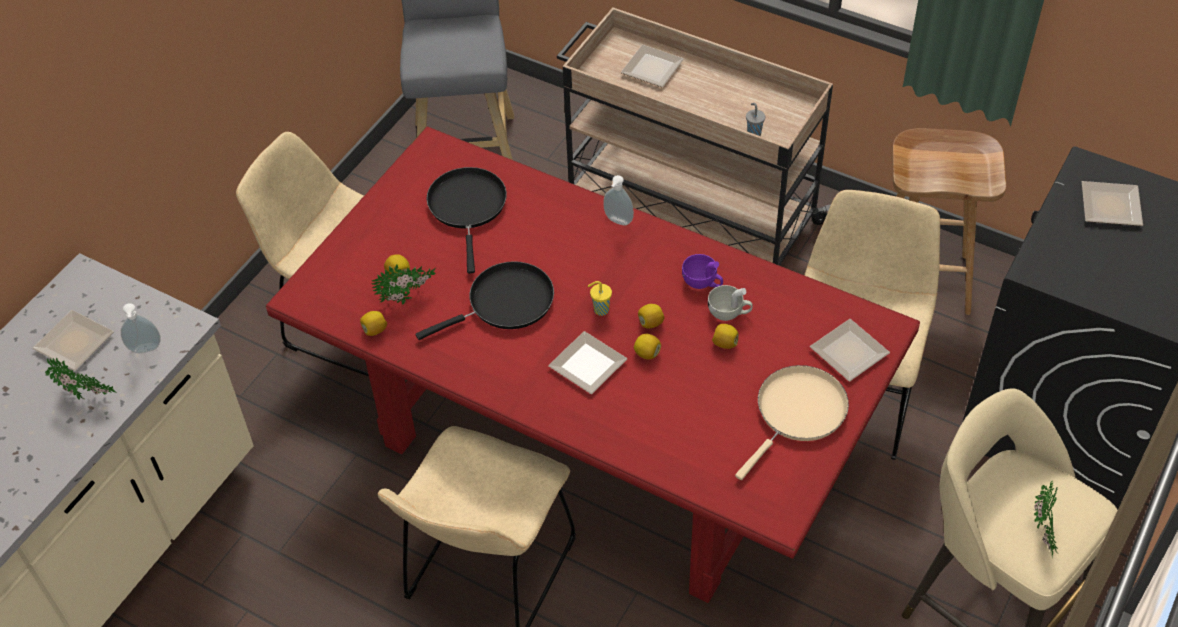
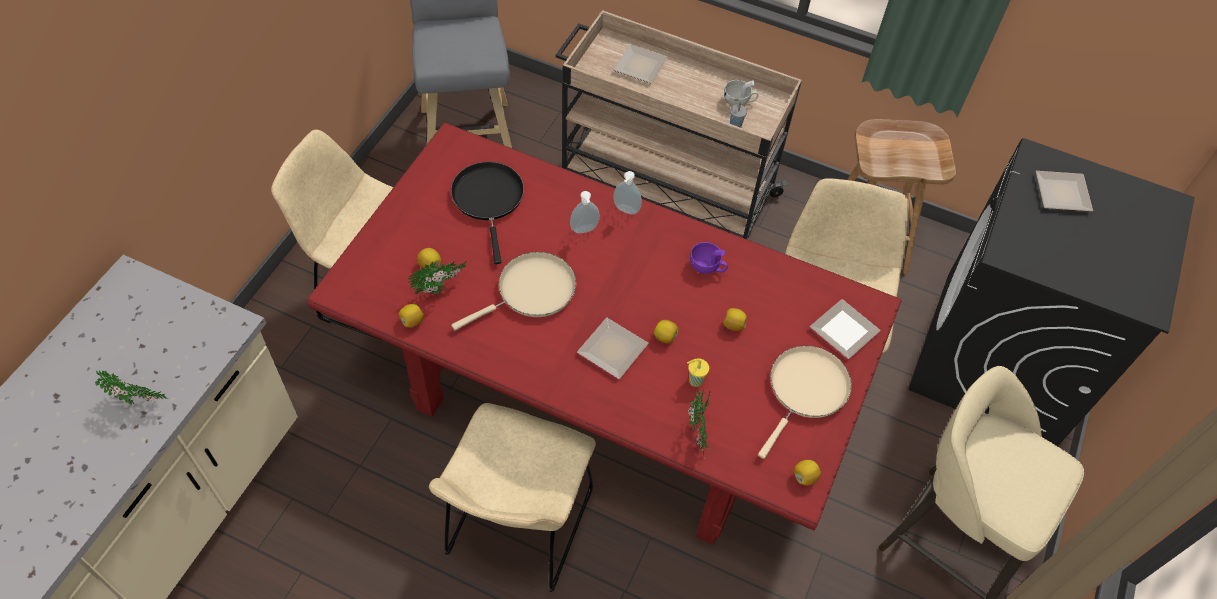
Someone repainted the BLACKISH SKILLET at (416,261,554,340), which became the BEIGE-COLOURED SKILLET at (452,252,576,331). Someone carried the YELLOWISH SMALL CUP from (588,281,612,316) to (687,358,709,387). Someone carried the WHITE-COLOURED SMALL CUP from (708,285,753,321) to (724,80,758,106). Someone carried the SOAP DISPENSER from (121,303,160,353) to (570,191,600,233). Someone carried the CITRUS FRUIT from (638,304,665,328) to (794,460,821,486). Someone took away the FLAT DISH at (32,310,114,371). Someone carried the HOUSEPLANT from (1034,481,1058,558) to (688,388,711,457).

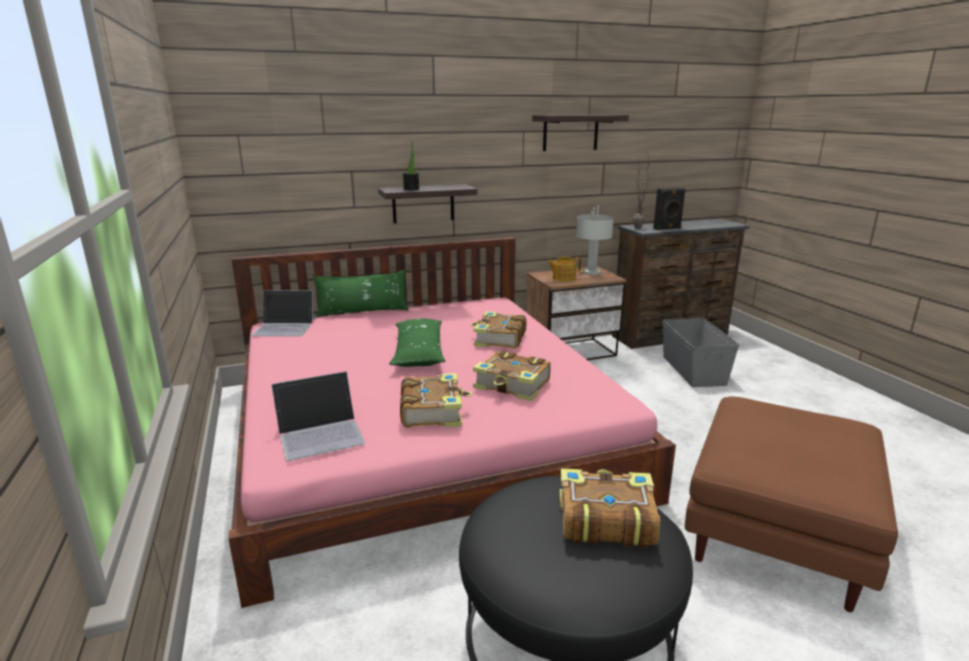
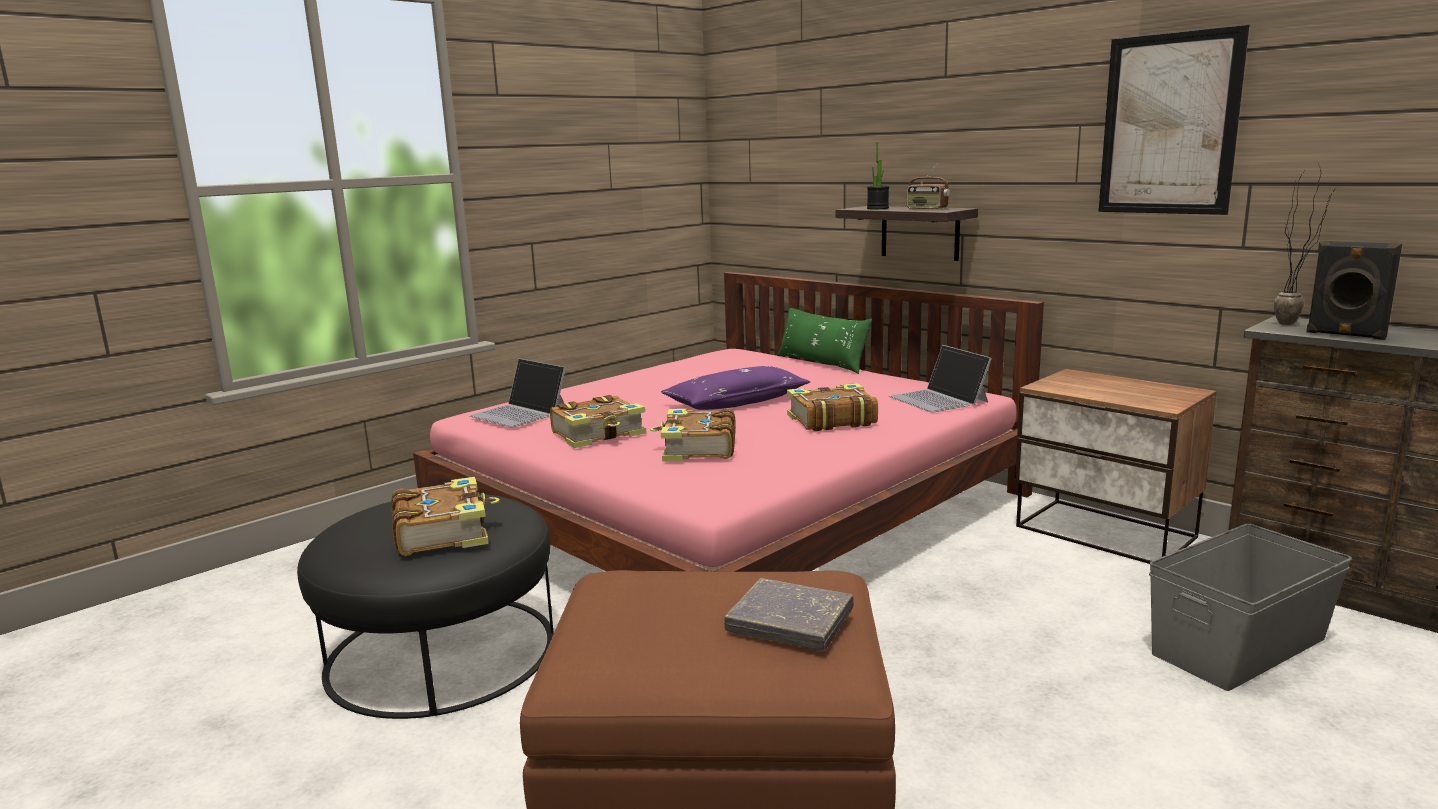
Someone swapped the BRACKET SHELF at (532,115,629,151) for the WALL ART at (1098,24,1250,215). Someone took away the GRAY TABLETOP LAMP at (576,205,614,275). Someone took away the TEAPOT at (547,257,581,282). Someone carried the LAPTOP from (251,290,315,336) to (889,345,992,412). Someone repainted the GREEN-COLOURED THROW PILLOW at (389,319,446,367), which became the PURPLE-COLOURED THROW PILLOW at (661,366,810,410). Someone put down the RADIO at (907,164,950,210). Someone put down the GRAY BOOK at (724,578,854,651).

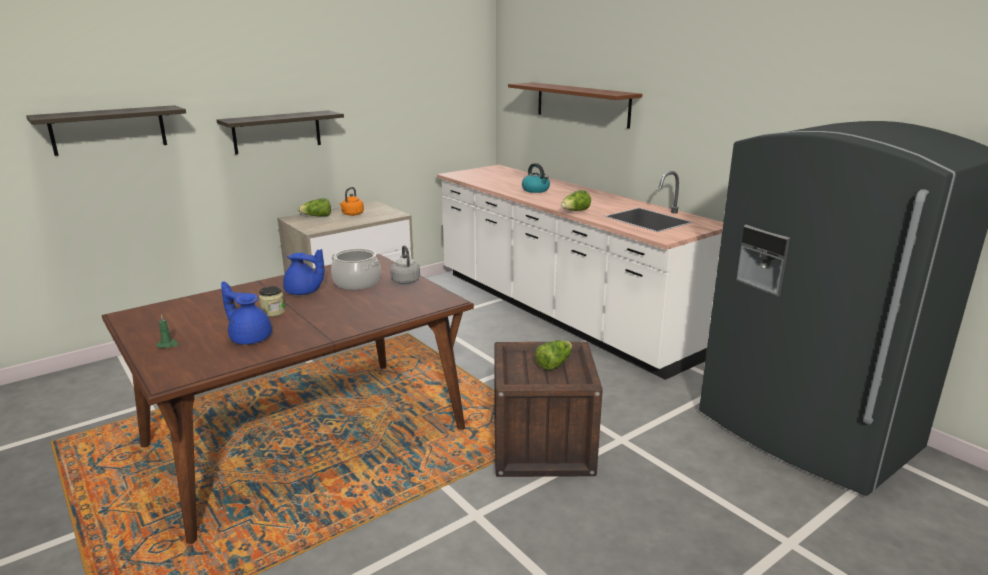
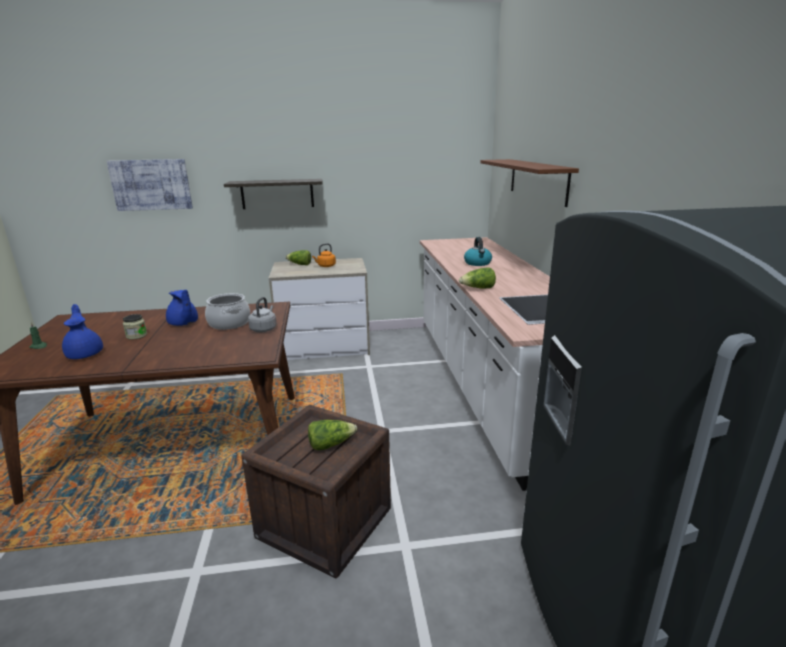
Someone swapped the BRACKET SHELF at (26,105,186,156) for the WALL ART at (106,159,193,211).

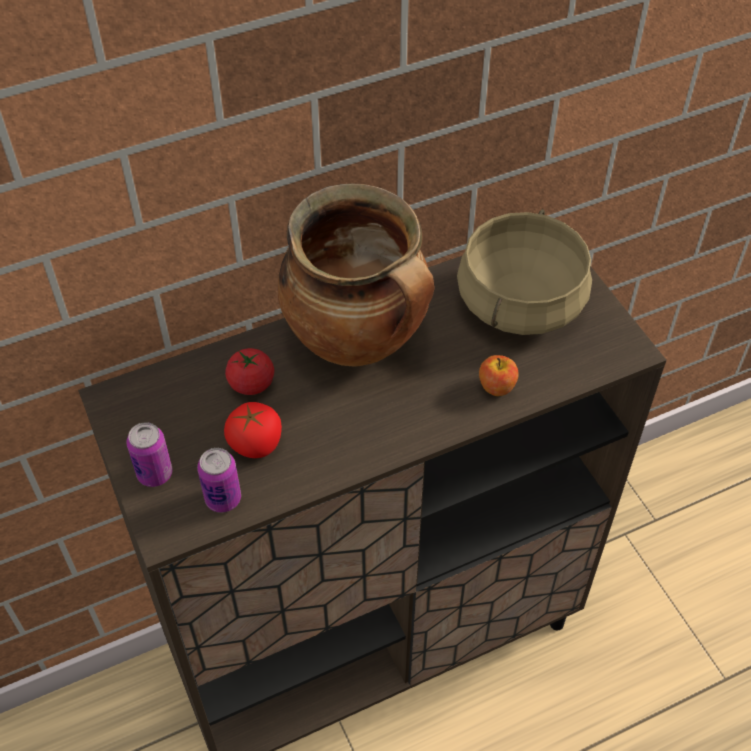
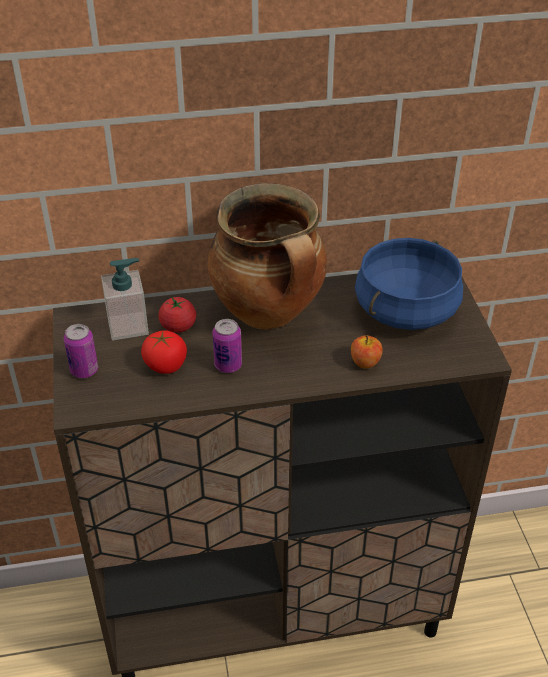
Someone repainted the BEIGE-COLOURED SAUCEPOT at (457,209,592,335), which became the BLUISH SAUCEPOT at (355,238,463,330). Someone carried the CAN from (197,448,241,513) to (213,319,242,373). Someone put down the SOAP DISPENSER at (101,258,149,341).

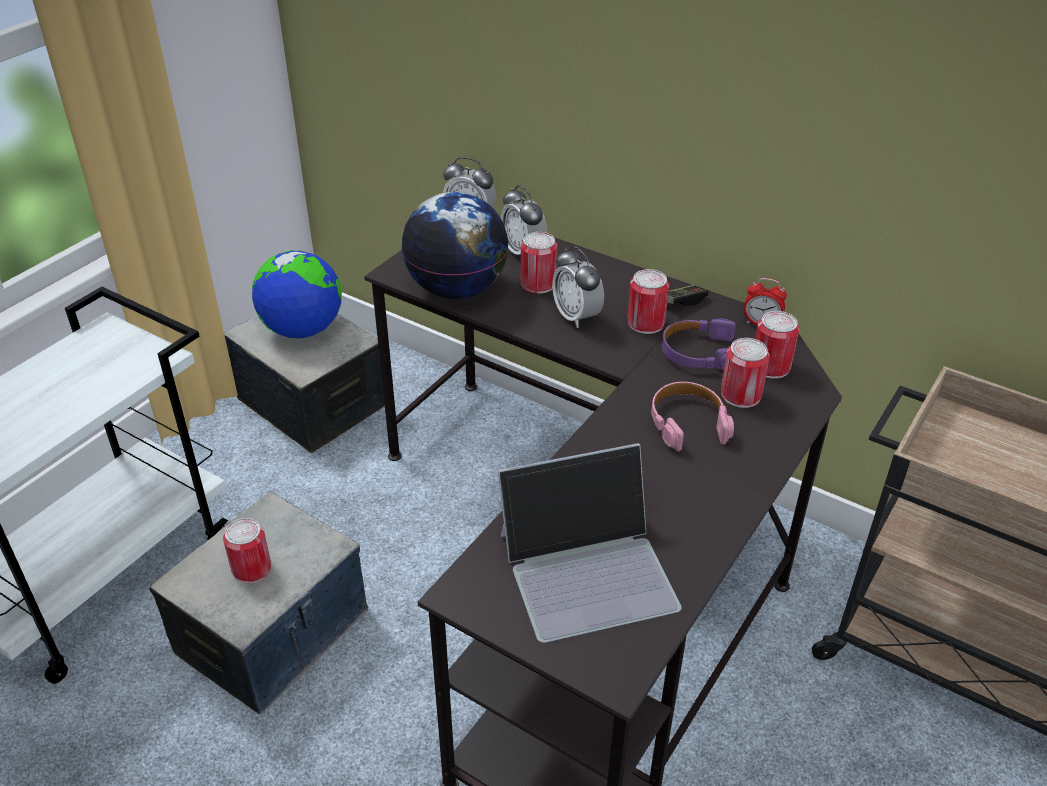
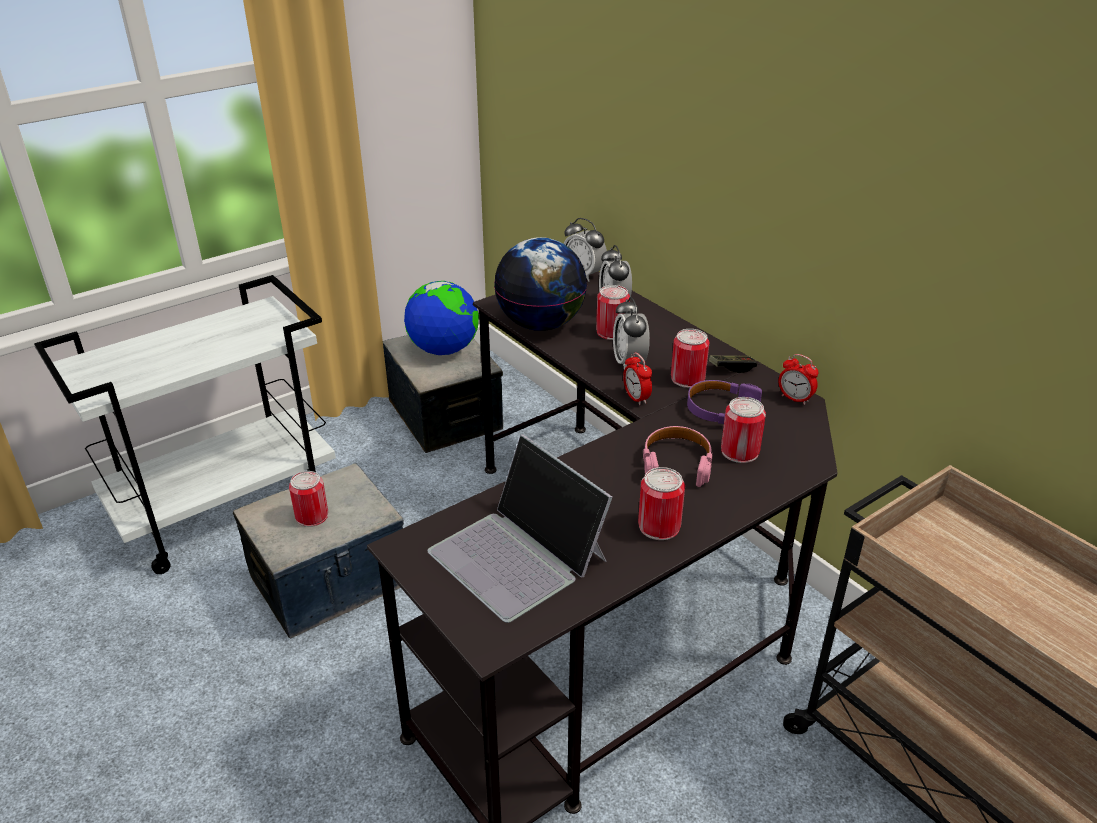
Someone carried the CAN from (755,311,799,379) to (638,467,685,540). Someone rotated the LAPTOP at (498,443,682,643) by 45 degrees clockwise. Someone put down the BEDSIDE CLOCK at (623,352,652,405).

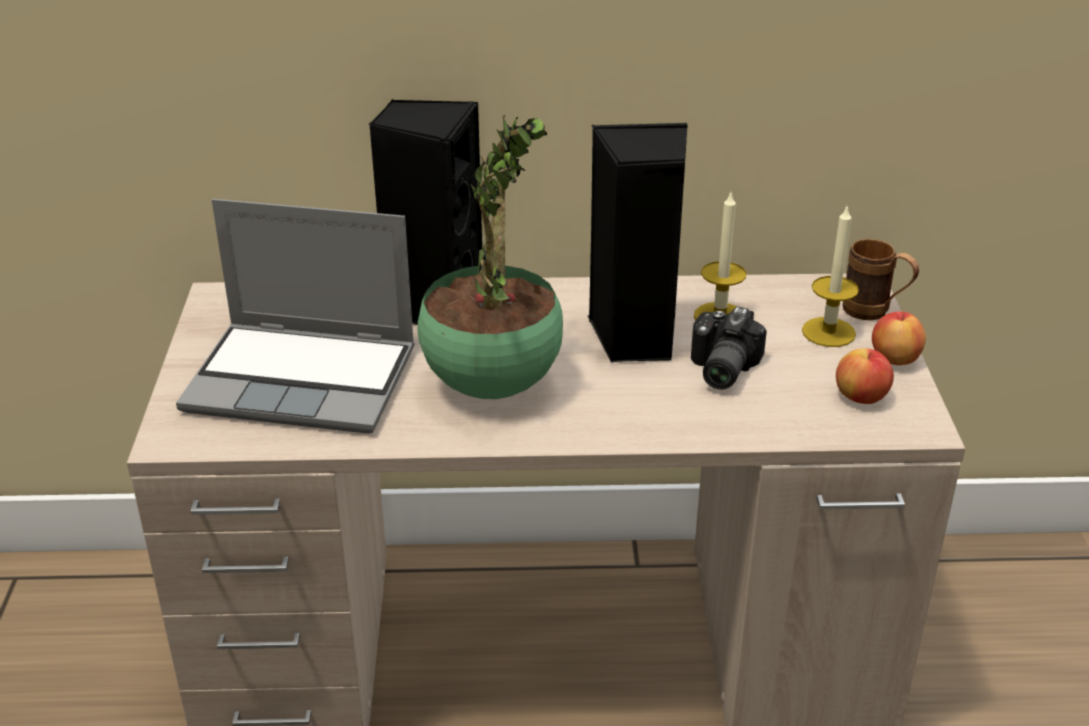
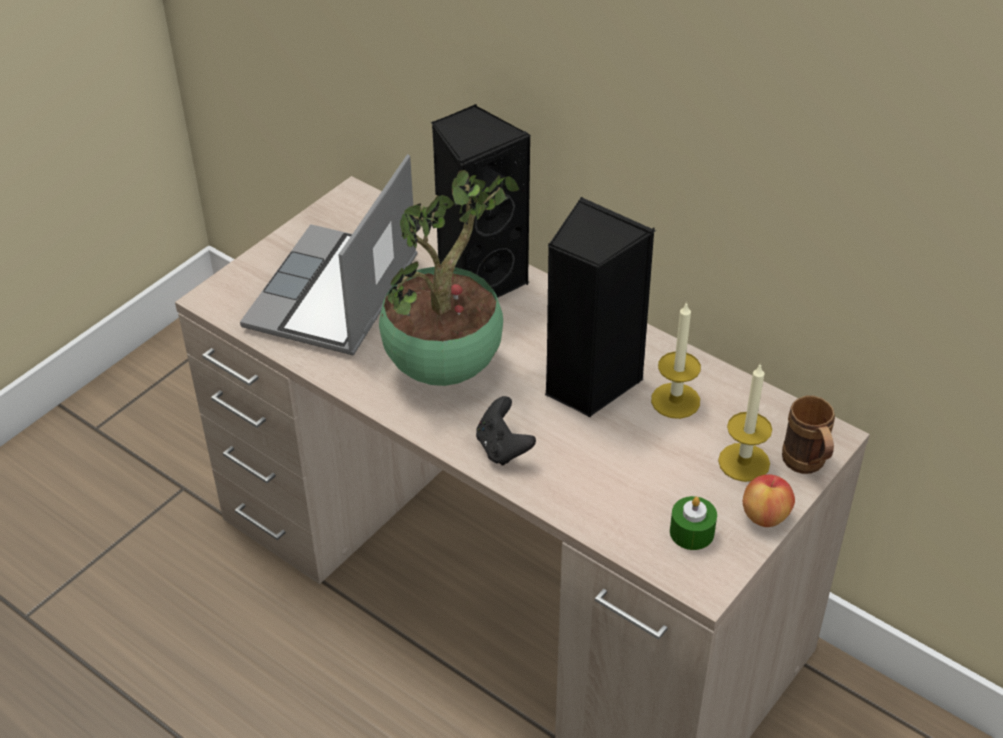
Someone rotated the LAPTOP at (176,199,415,434) by 60 degrees clockwise. Someone took away the STILL CAMERA at (691,307,767,390). Someone swapped the WHOLE APPLE at (836,349,894,404) for the GREEN-COLOURED WAX CANDLE at (670,496,717,550). Someone put down the BLACKISH GAME CONTROLLER at (476,396,536,466).

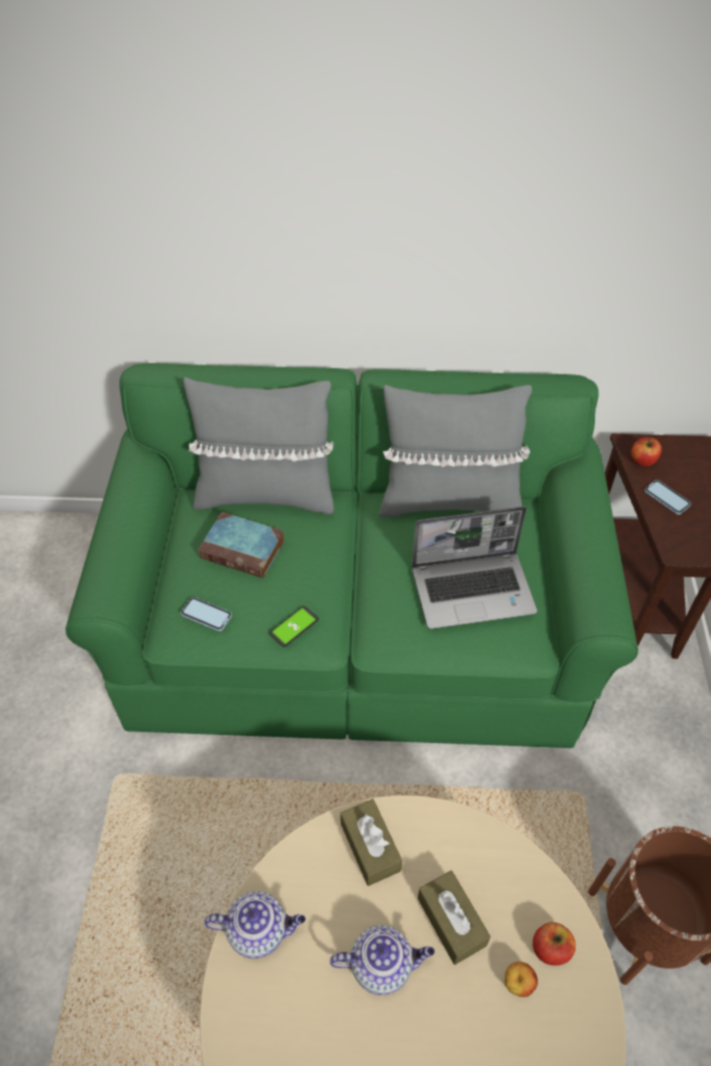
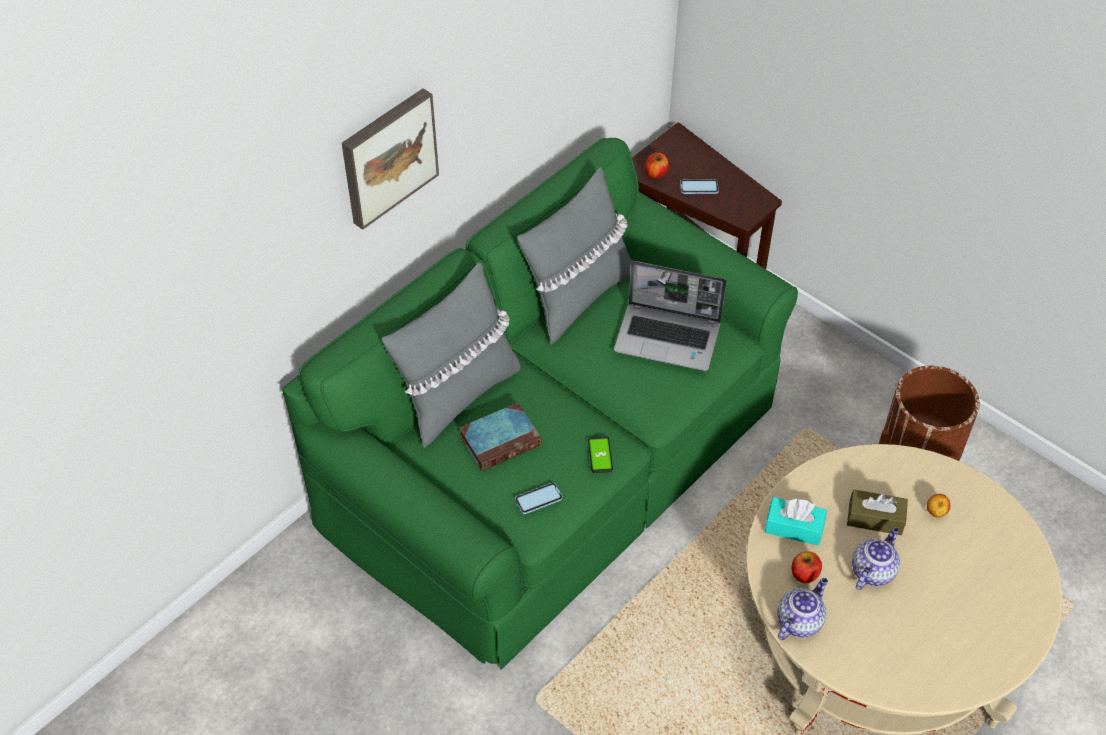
Someone rotated the LAPTOP at (412,506,537,629) by 75 degrees clockwise. Someone repainted the BROWNISH BOX OF TISSUES at (340,799,402,886), which became the TURQUOISE BOX OF TISSUES at (765,497,827,546). Someone carried the WHOLE APPLE from (533,922,576,966) to (792,551,822,583). Someone put up the WALL ART at (342,88,439,230).

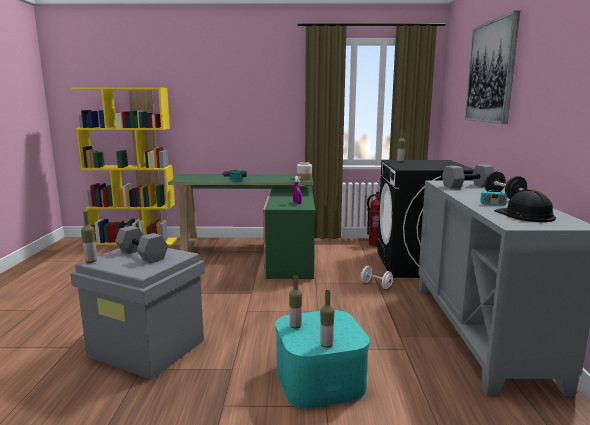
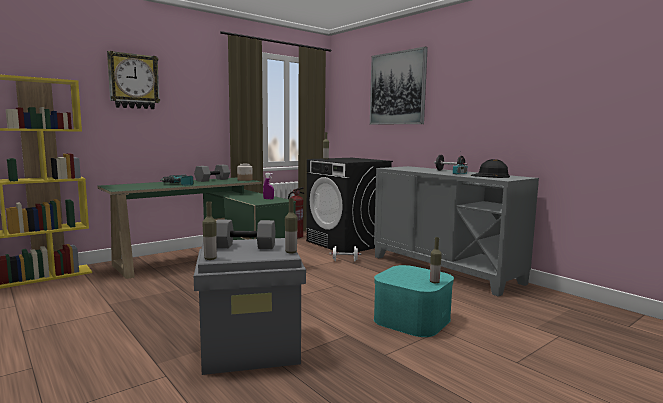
Someone carried the GRAY DUMBBELL from (442,165,495,189) to (194,165,230,182). Someone carried the DRINK BOTTLE from (289,275,302,328) to (285,198,298,254). Someone put up the CLOCK ON THE WALL at (107,51,160,109).

